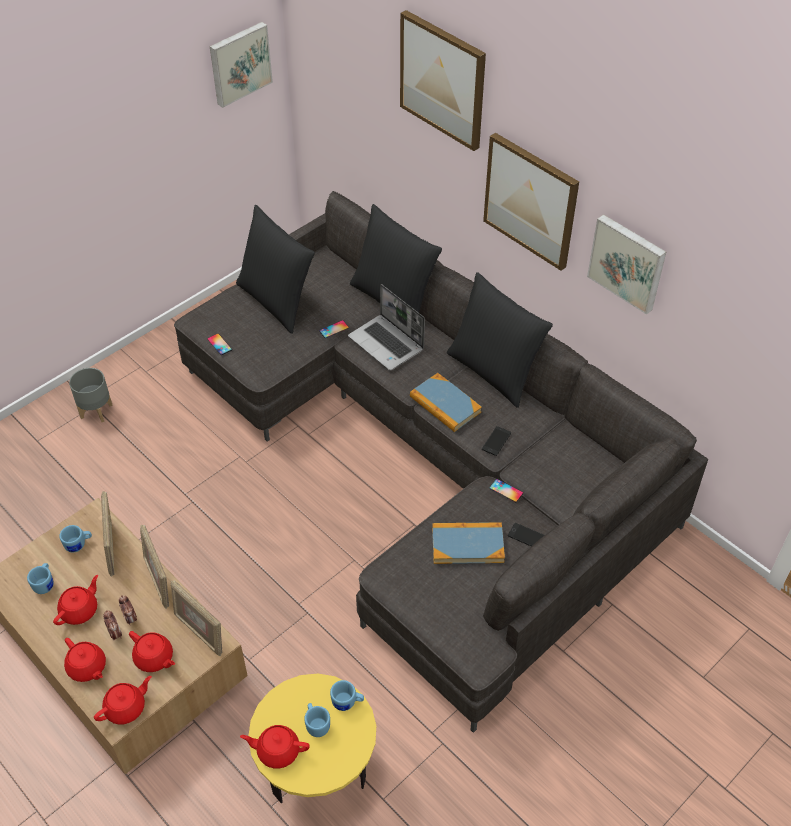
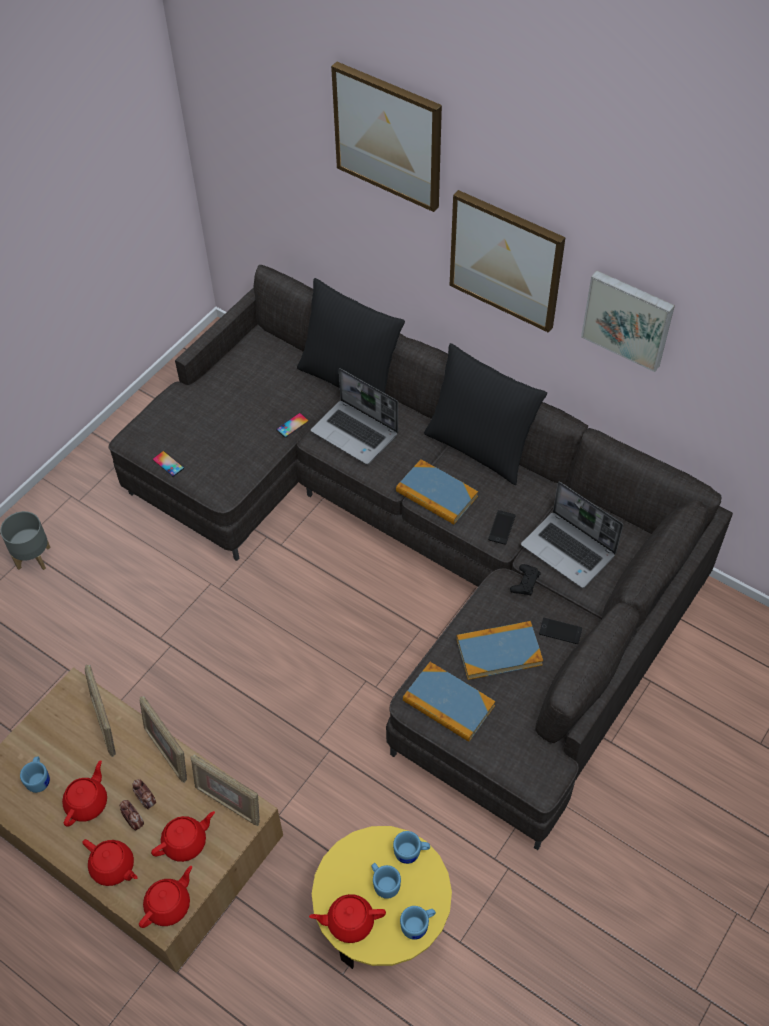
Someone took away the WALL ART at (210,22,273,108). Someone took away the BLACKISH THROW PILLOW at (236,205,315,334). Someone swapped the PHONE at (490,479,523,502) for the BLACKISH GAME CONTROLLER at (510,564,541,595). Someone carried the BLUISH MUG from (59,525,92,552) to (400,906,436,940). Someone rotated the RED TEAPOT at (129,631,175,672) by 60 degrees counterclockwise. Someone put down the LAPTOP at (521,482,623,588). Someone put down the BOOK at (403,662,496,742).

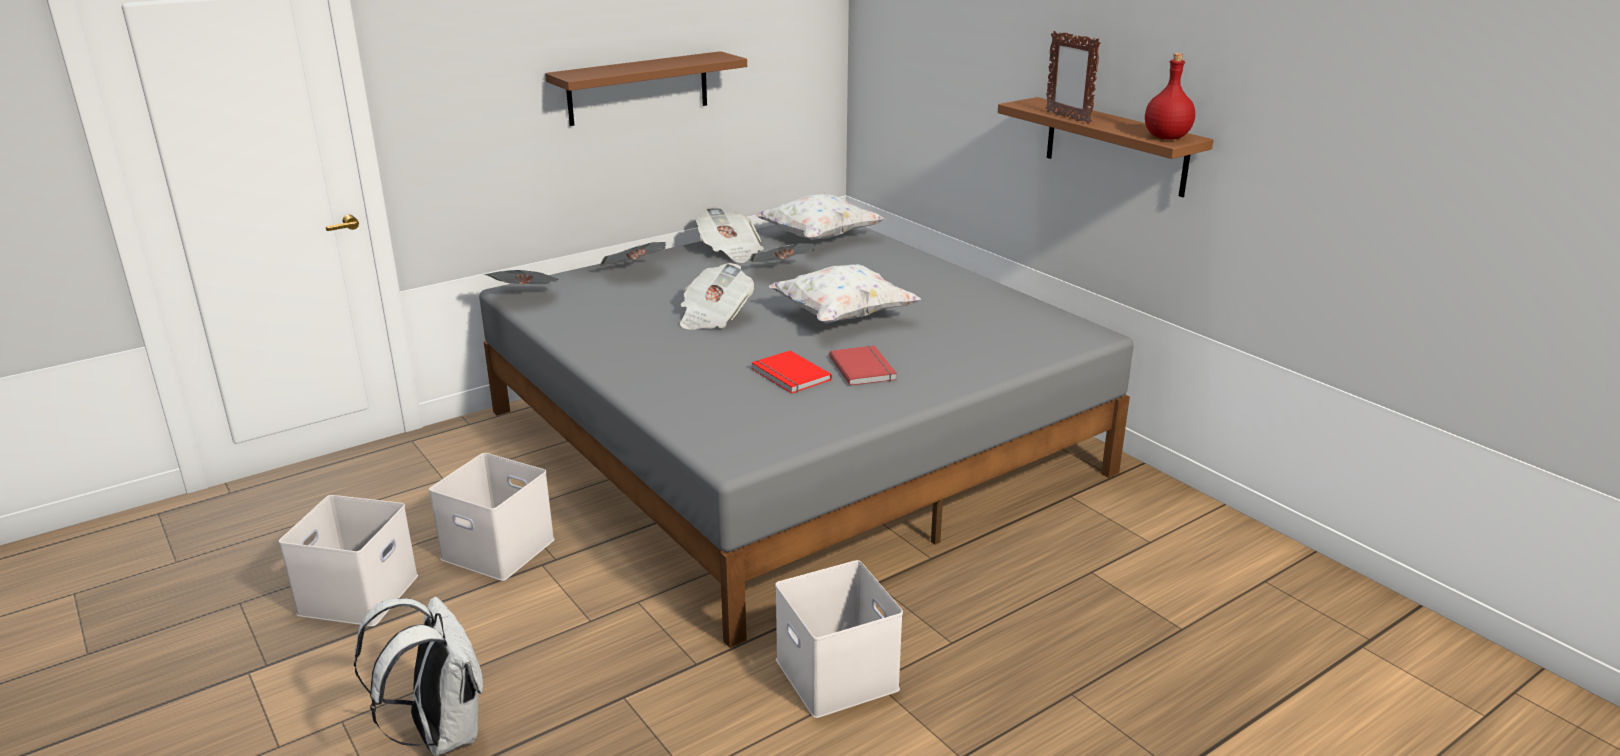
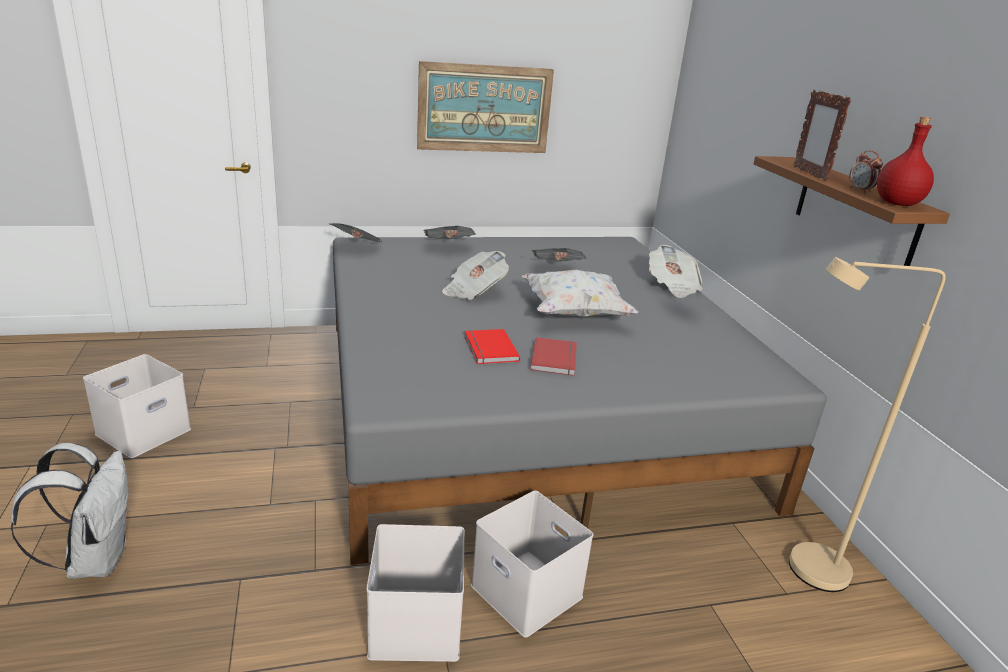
Someone swapped the BROWNISH BRACKET SHELF at (545,51,747,126) for the WALL ART at (417,61,554,153). Someone took away the WHITE-COLOURED THROW PILLOW at (755,194,885,240). Someone carried the DAILY PAPER from (696,207,764,263) to (649,245,703,298). Someone carried the WHITE-COLOURED STORAGE BOX from (429,453,555,581) to (471,491,594,637). Someone put down the BEDSIDE CLOCK at (849,150,883,193). Someone put down the BEIGE-COLOURED STANDARD LAMP at (789,257,946,592).

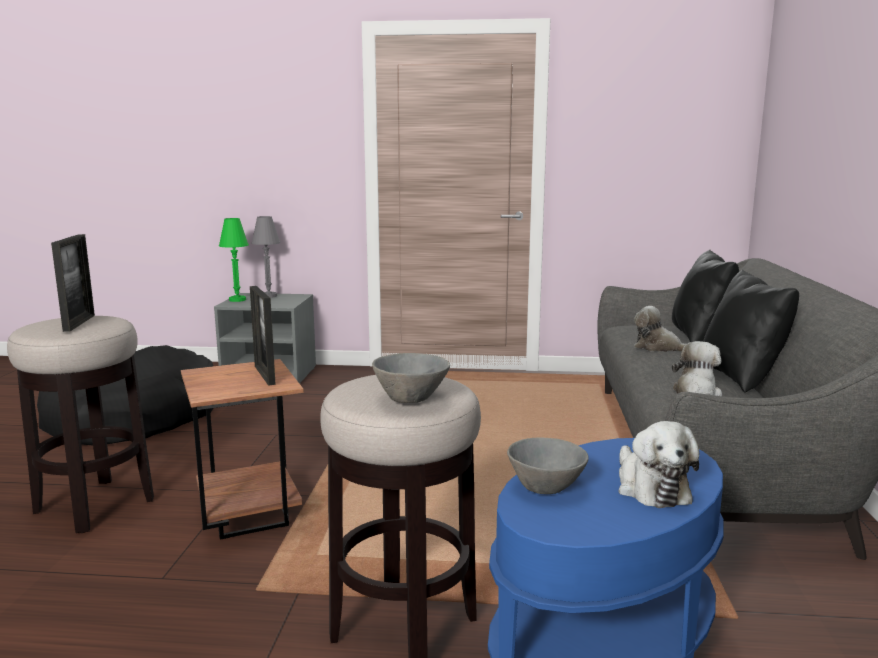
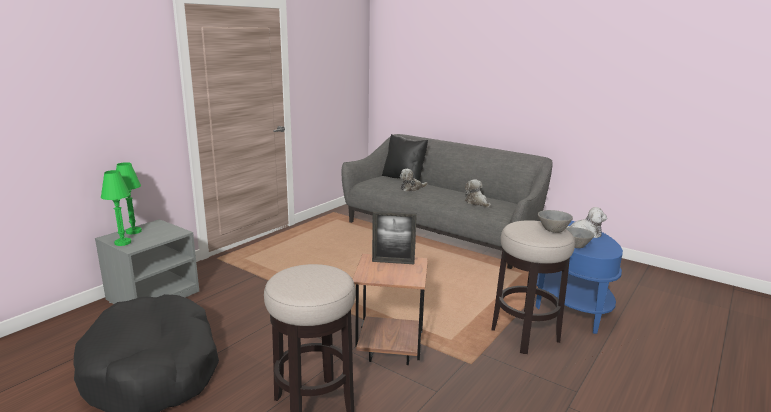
Someone repainted the GRAY TABLETOP LAMP at (251,216,280,298), which became the GREEN-COLOURED TABLETOP LAMP at (116,162,142,234). Someone took away the PHOTO FRAME at (51,234,95,332). Someone took away the BLACKISH THROW PILLOW at (703,270,799,393).

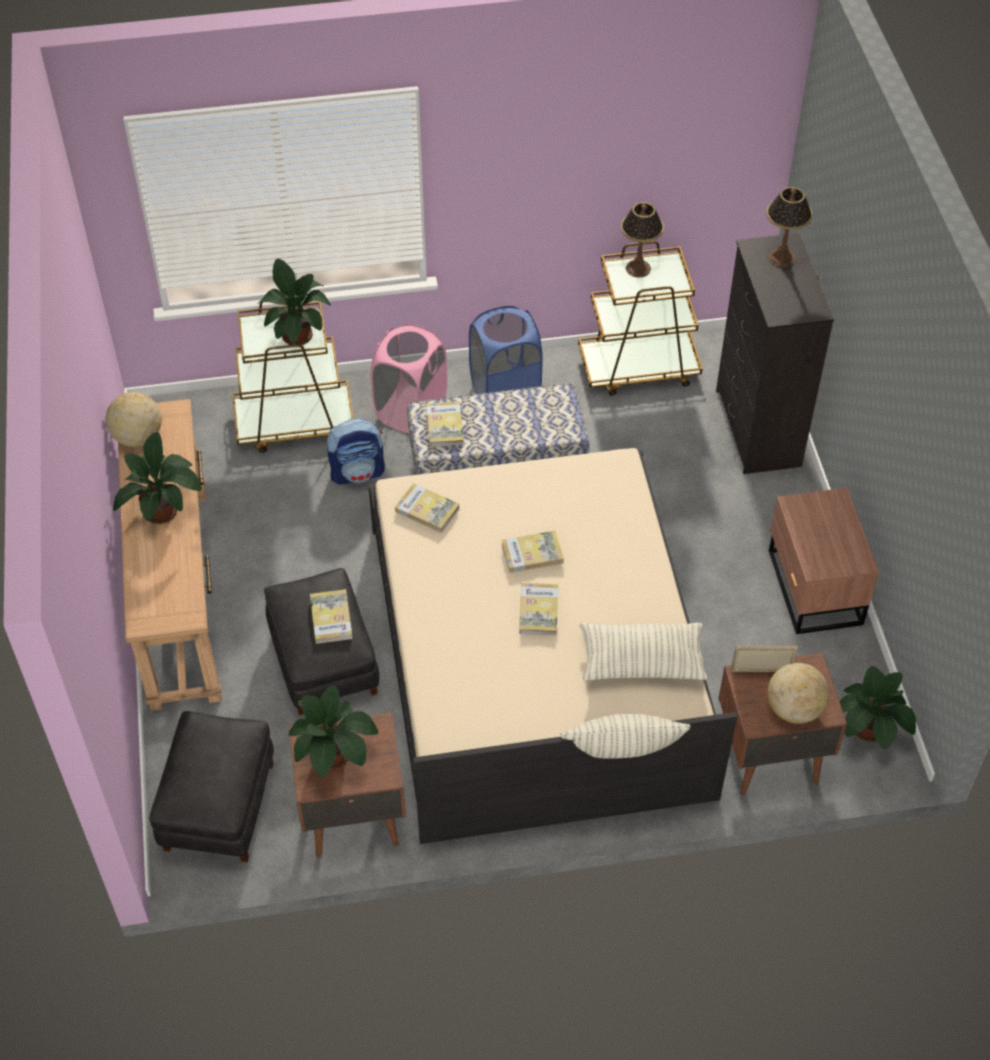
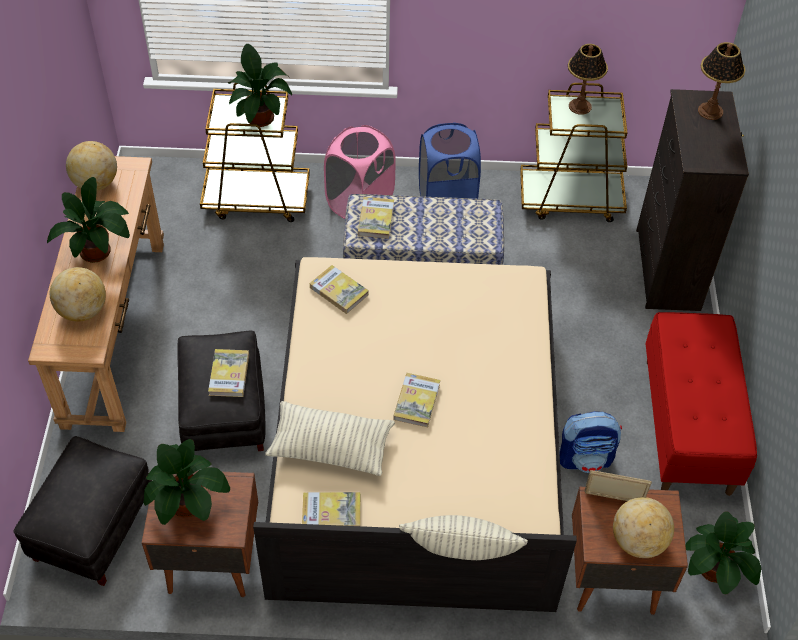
Someone carried the KNAPSACK from (327,418,385,484) to (560,411,622,473). Someone swapped the BROWNISH NIGHT TABLE at (769,488,879,634) for the RED INDOOR BENCH at (645,312,757,496). Someone carried the BOOK from (501,531,564,573) to (302,492,361,526). Someone carried the THROW PILLOW from (579,623,707,681) to (265,401,395,476). Someone put down the DESK GLOBE at (50,267,106,322).

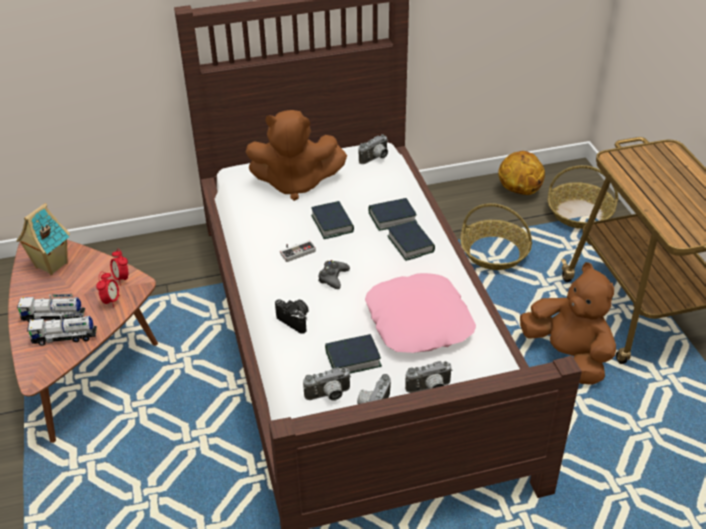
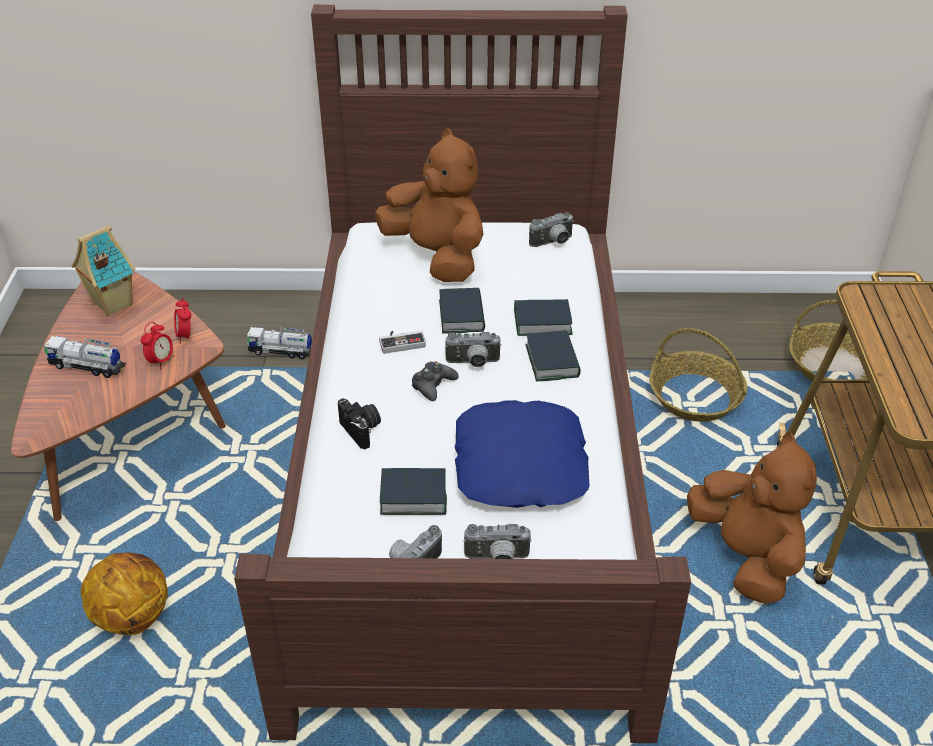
Someone rotated the BROWNISH CUDDLY TOY at (245,110,347,201) by 150 degrees counterclockwise. Someone carried the BASKETBALL BALL from (498,151,545,195) to (81,552,168,635). Someone repainted the PINK THROW PILLOW at (365,273,476,353), which became the BLUISH THROW PILLOW at (454,400,590,508). Someone carried the MODEL TRUCK from (27,313,97,346) to (245,327,312,360). Someone carried the STILL CAMERA from (303,367,351,401) to (445,332,501,368).

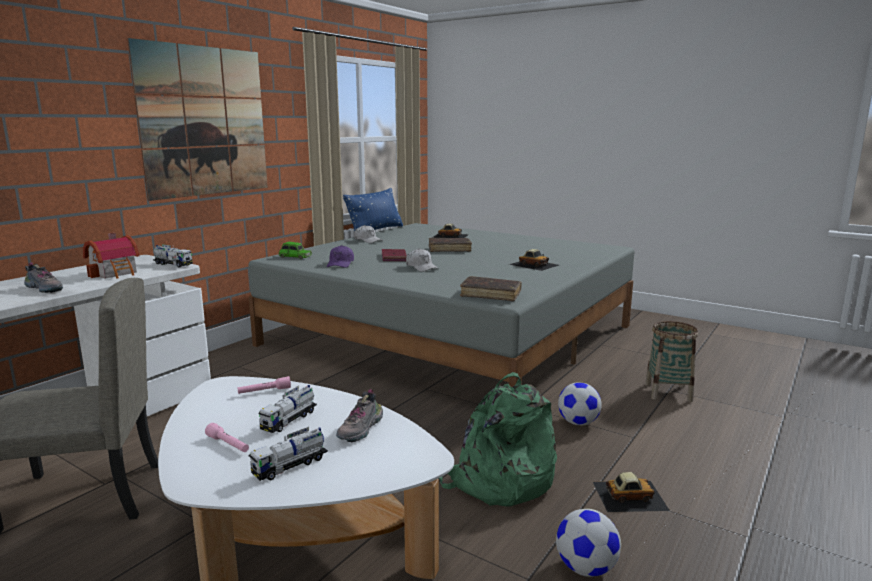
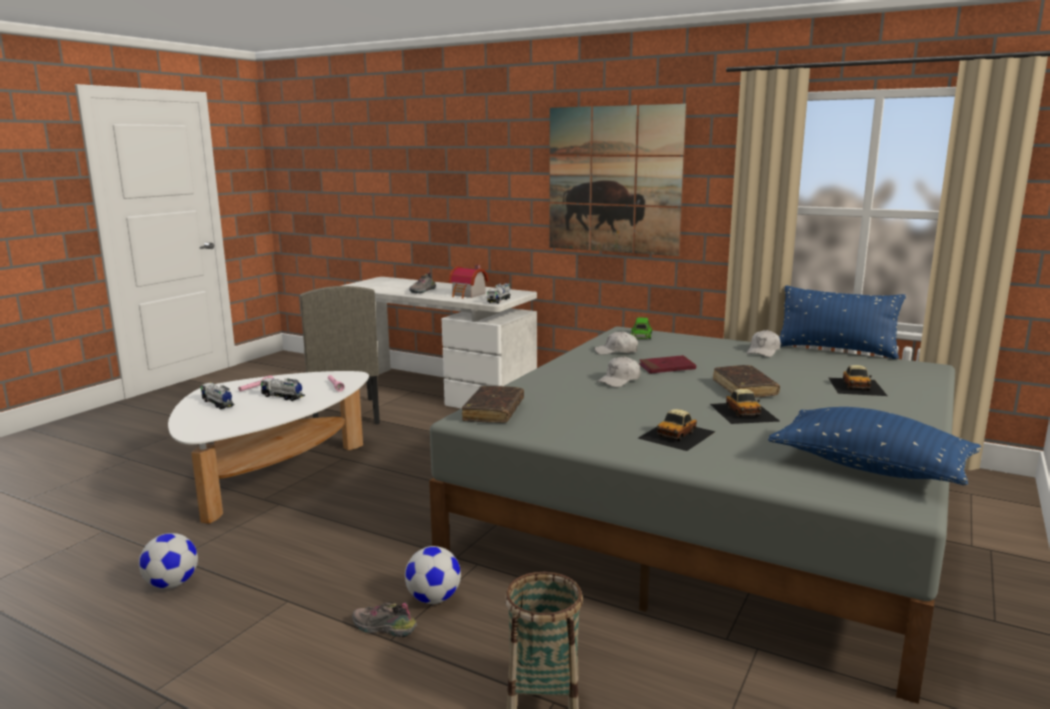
Someone repainted the PURPLE-COLOURED BASEBALL CAP at (327,245,354,268), which became the WHITE-COLOURED BASEBALL CAP at (594,331,638,355). Someone took away the GREEN-COLOURED KNAPSACK at (439,372,557,507). Someone carried the ITEM OF FOOTWEAR from (336,389,383,442) to (352,602,417,637). Someone carried the TOY CAR from (593,472,670,512) to (710,389,781,424). Someone put down the BLUISH THROW PILLOW at (768,407,981,485).

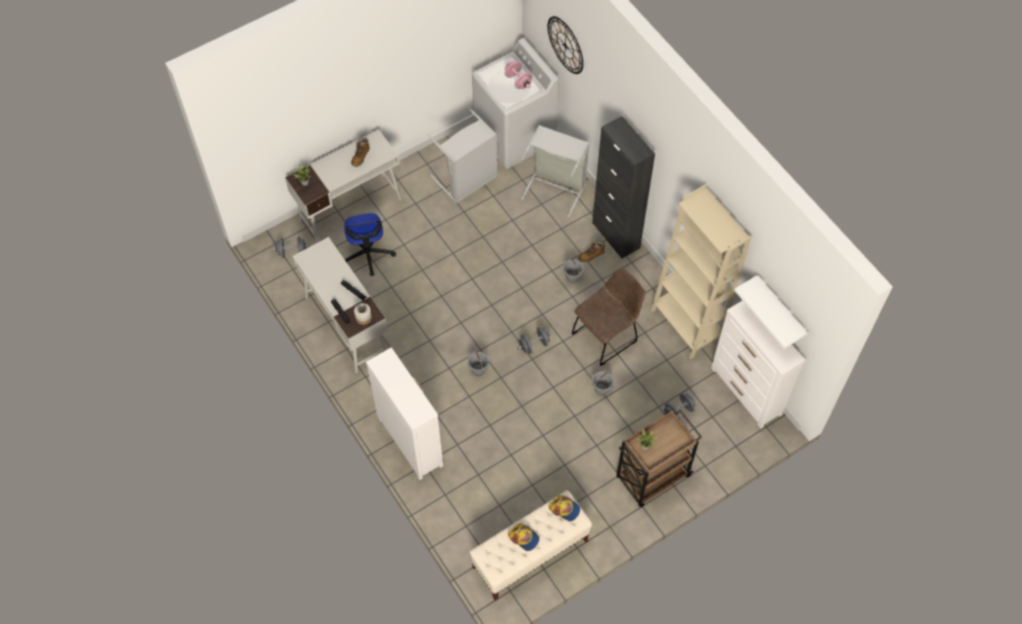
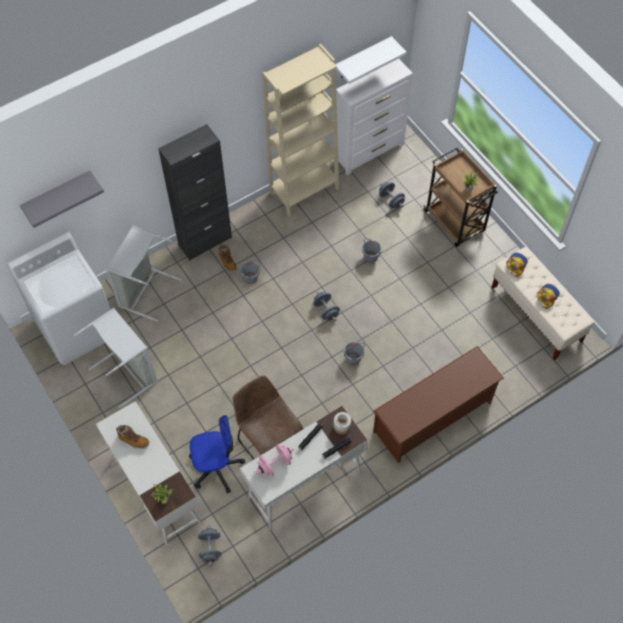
Someone swapped the CLOCK ON THE WALL at (548,16,583,74) for the GRAY BRACKET SHELF at (20,171,104,228). Someone carried the PINK DUMBBELL from (505,61,532,89) to (256,444,294,477). Someone carried the BROWNISH CHAIR from (572,268,646,366) to (233,376,303,460). Someone swapped the WHITE-COLOURED DRESSER at (366,347,443,480) for the BROWNISH SHOE RACK at (373,346,504,463).

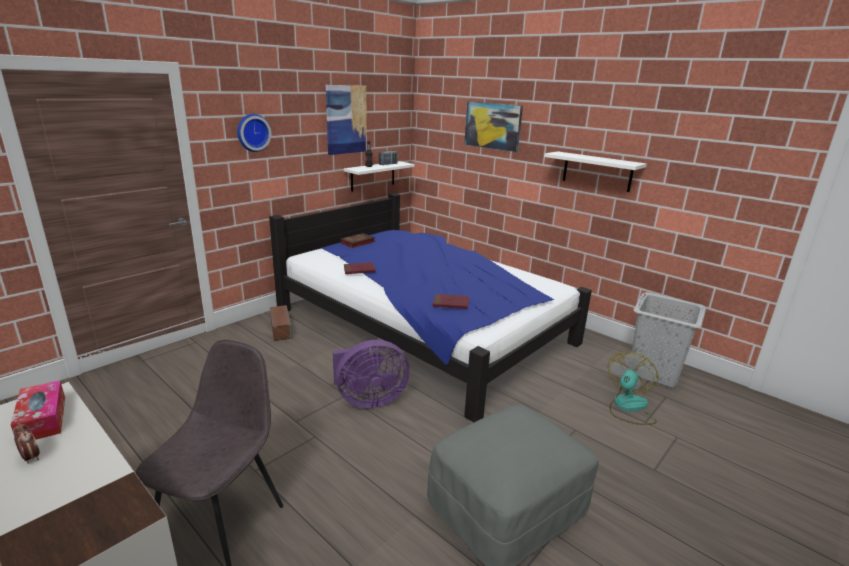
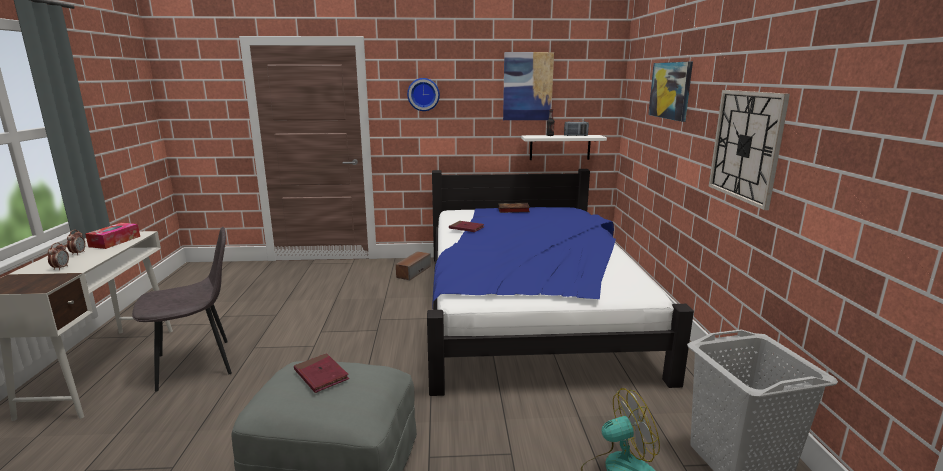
Someone swapped the WHITE-COLOURED BRACKET SHELF at (544,151,647,192) for the CLOCK ON THE WALL at (708,90,790,210). Someone carried the RED BOOK from (433,294,469,309) to (294,353,349,393). Someone took away the PURPLE-COLOURED COOLING FAN at (333,340,410,409). Someone put down the BEDSIDE CLOCK at (48,242,69,270).

